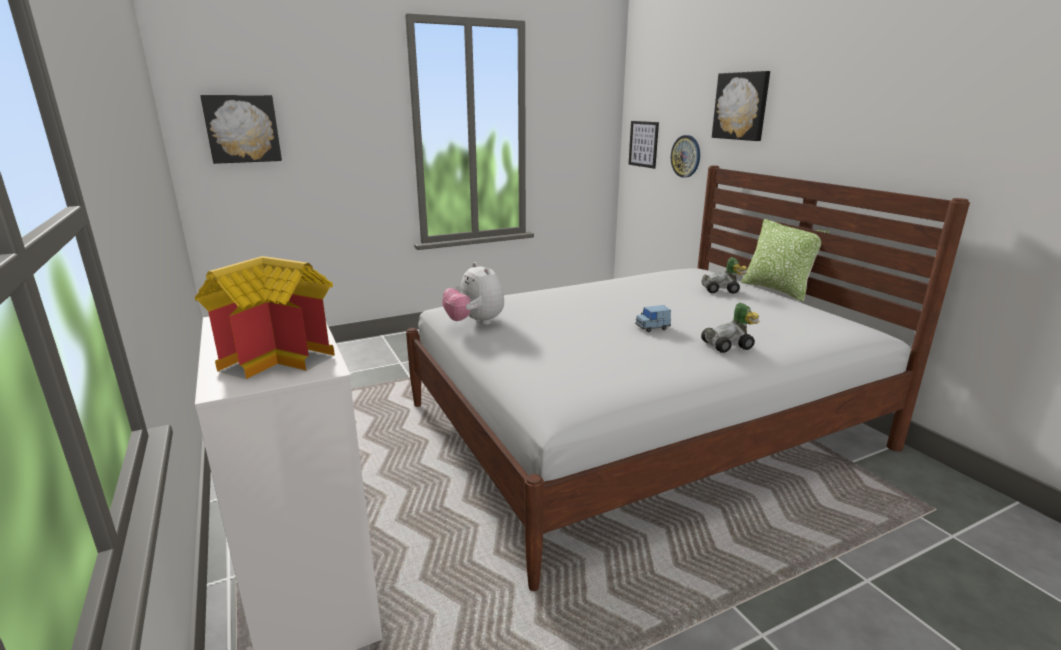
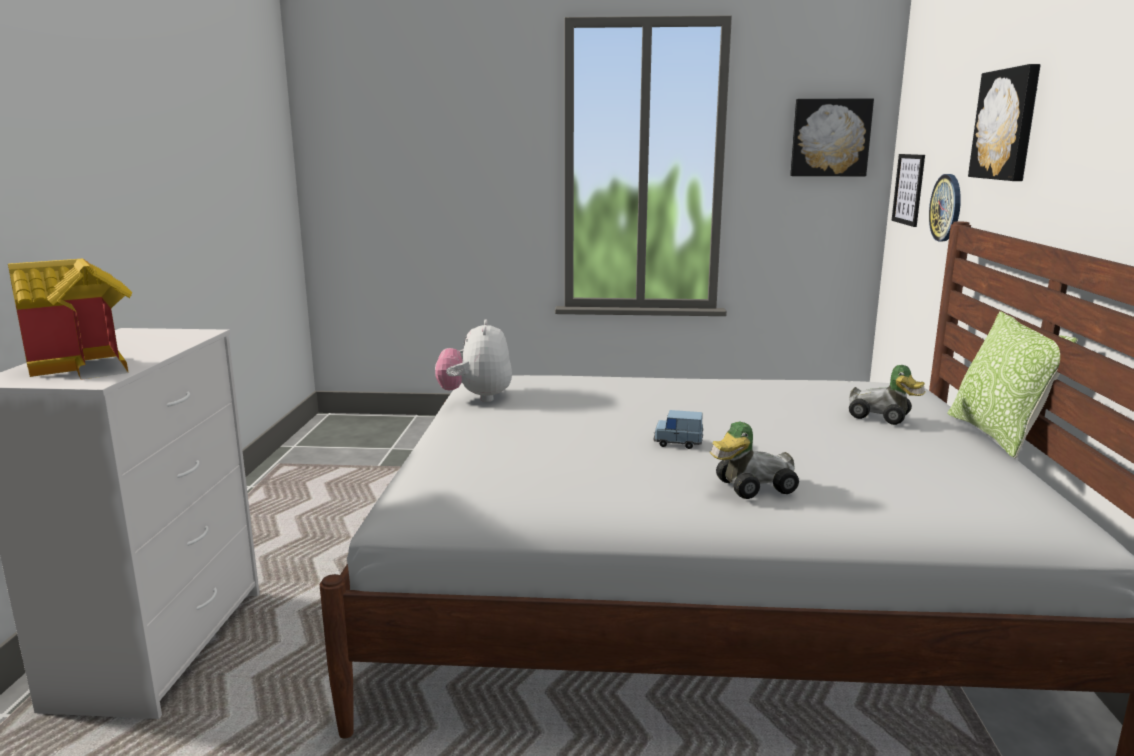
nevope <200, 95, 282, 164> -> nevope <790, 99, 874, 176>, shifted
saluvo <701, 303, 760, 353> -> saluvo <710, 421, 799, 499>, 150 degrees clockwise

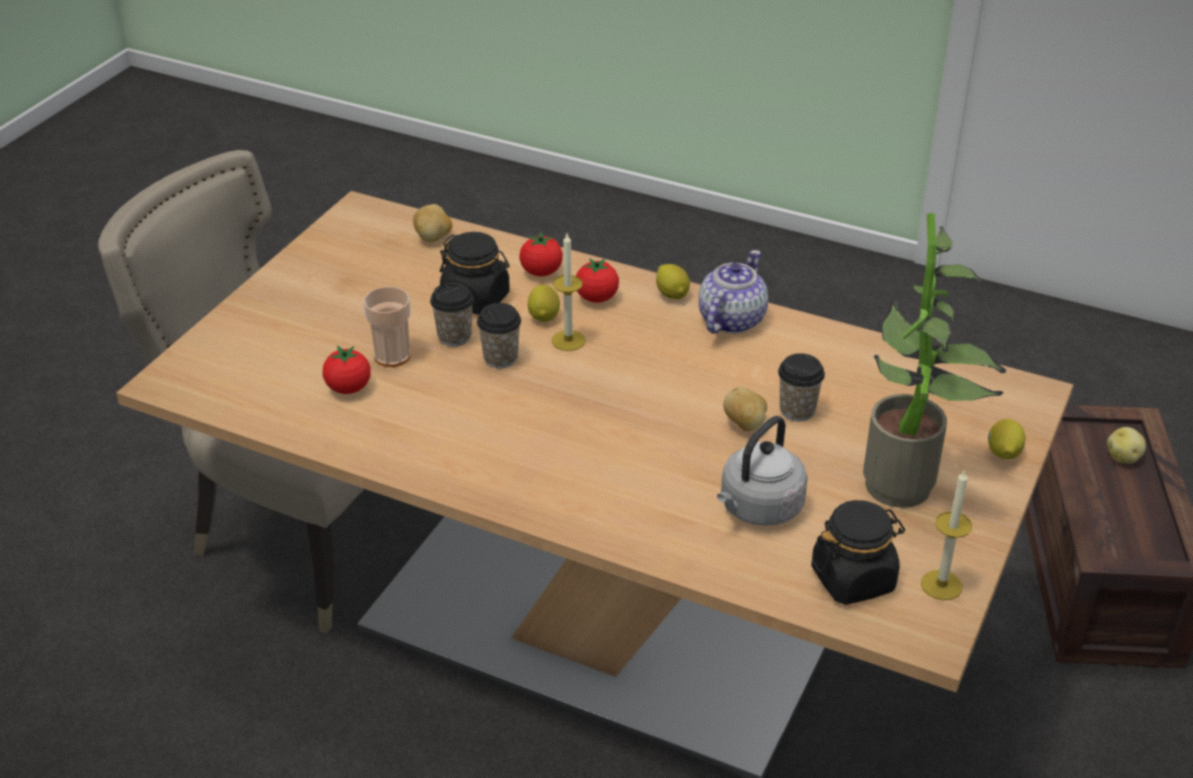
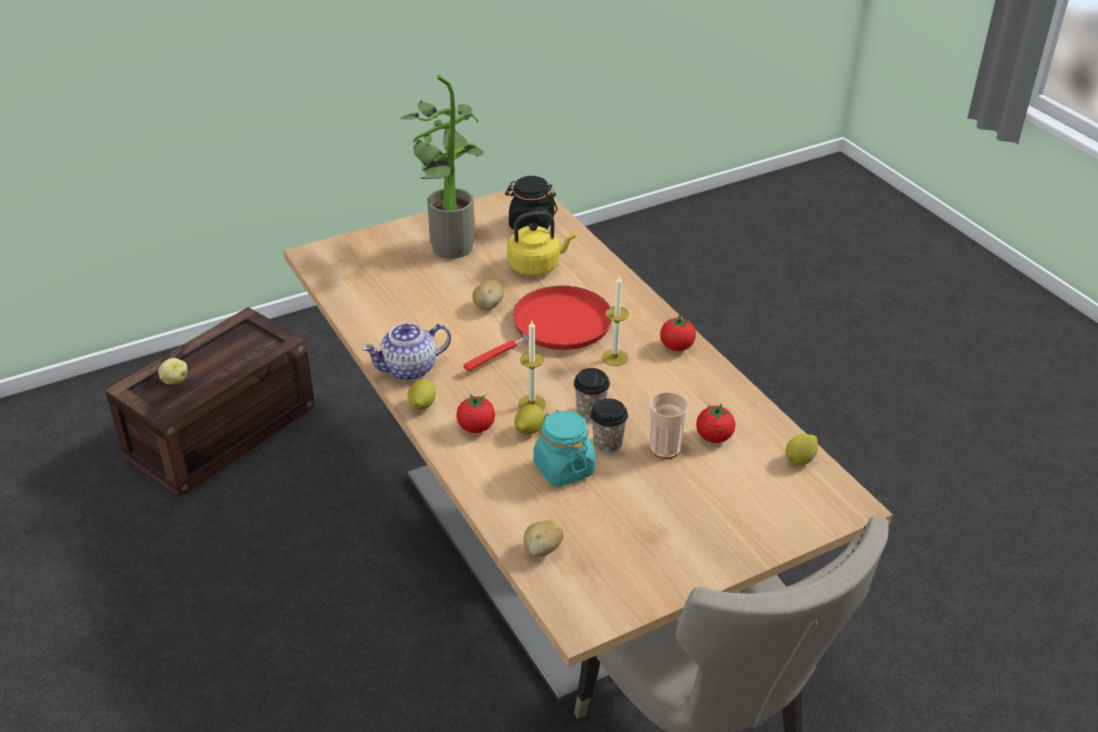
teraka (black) <440, 232, 510, 315> -> teraka (turquoise) <533, 410, 596, 487>
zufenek <519, 232, 563, 276> -> zufenek <660, 314, 696, 351>, shifted
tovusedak <778, 353, 825, 421> -> none
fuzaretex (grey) <717, 416, 808, 526> -> fuzaretex (yellow) <507, 211, 576, 276>
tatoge <988, 419, 1026, 459> -> tatoge <786, 434, 818, 465>, shifted
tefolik <921, 469, 972, 600> -> tefolik <602, 276, 629, 366>, shifted
none -> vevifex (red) <464, 286, 612, 371>

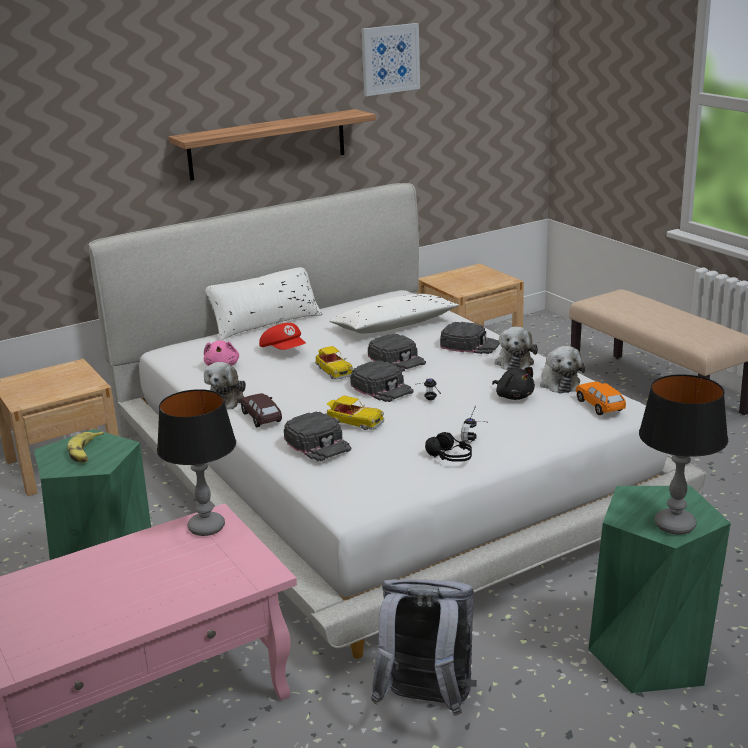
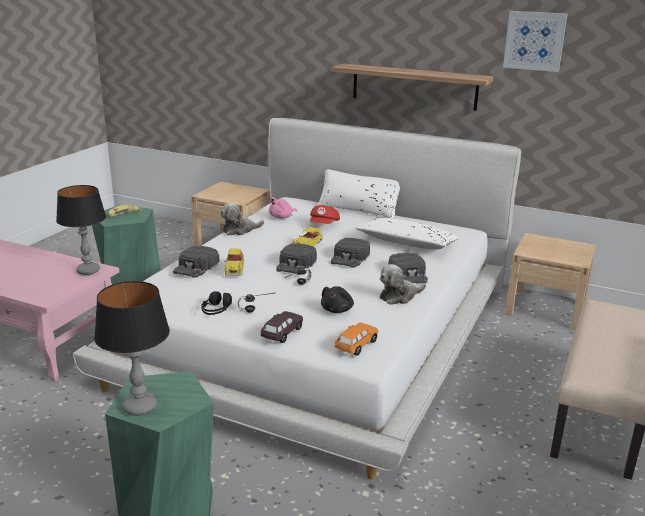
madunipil <540, 346, 585, 394> -> none
saluvo (brown) <240, 393, 282, 427> -> saluvo (brown) <261, 311, 303, 343>, shifted
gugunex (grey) <371, 579, 477, 716> -> none

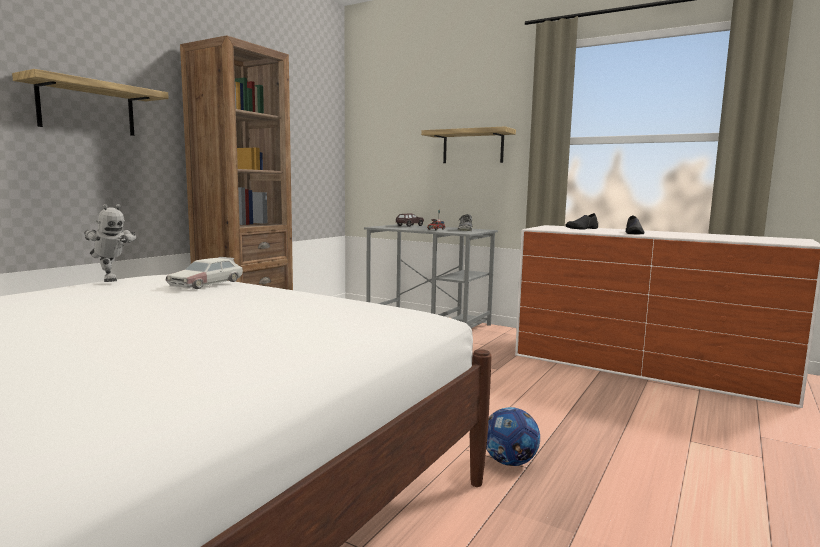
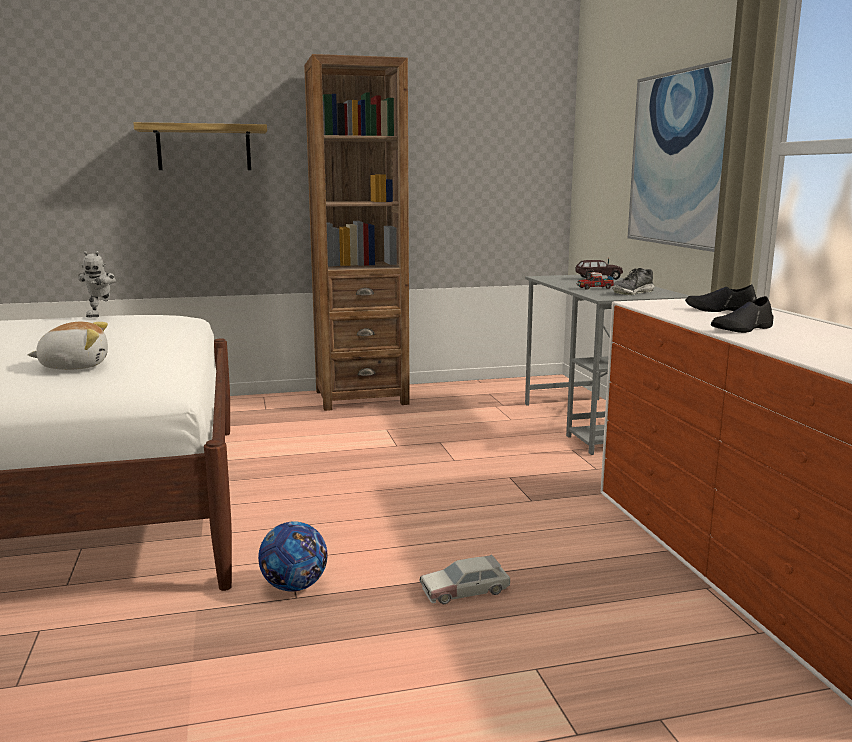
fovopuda <421, 127, 516, 163> -> nevope <628, 57, 732, 252>
saluvo <166, 257, 243, 289> -> saluvo <419, 555, 510, 604>, shifted
none -> madunipil <28, 322, 108, 370>

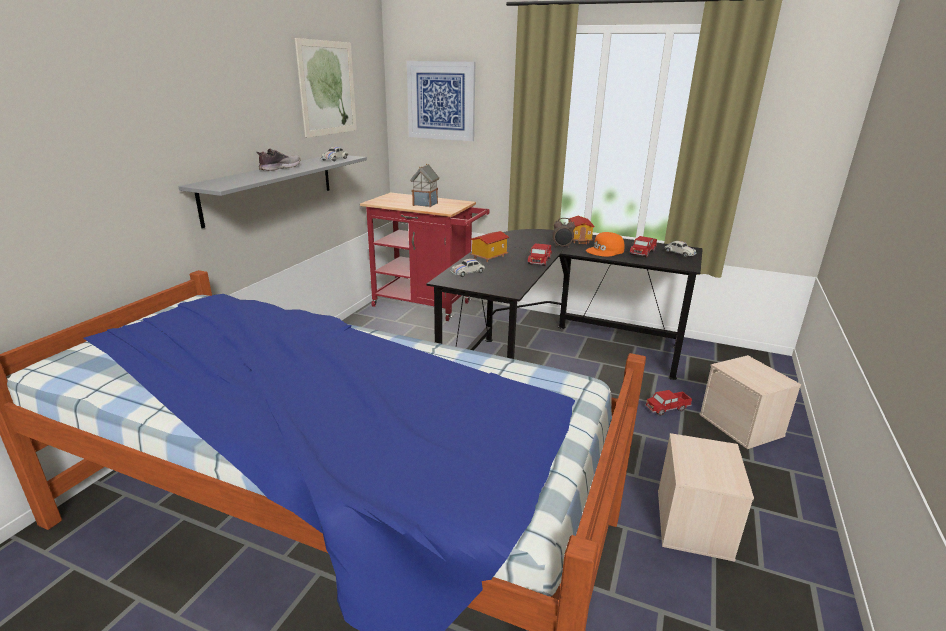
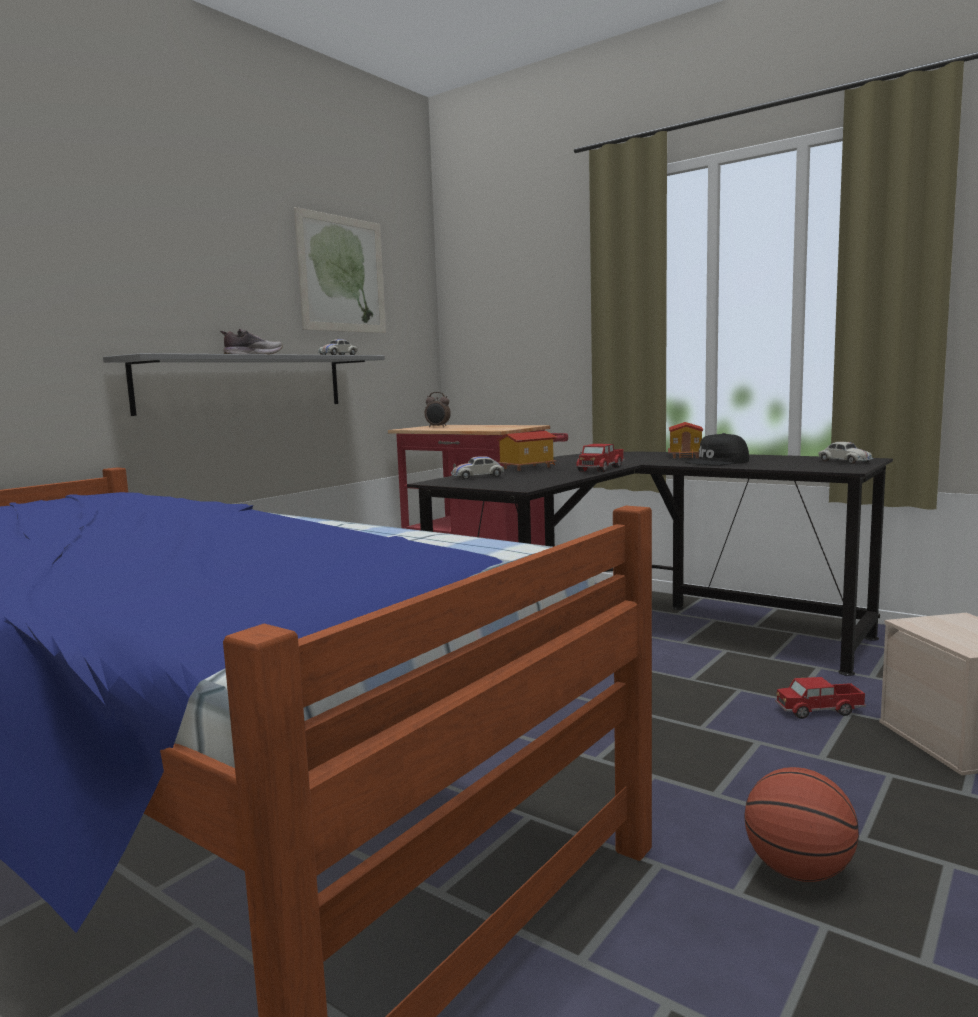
nevope <407, 61, 475, 141> -> none
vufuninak <410, 164, 439, 207> -> none
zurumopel <552, 218, 575, 248> -> zurumopel <425, 392, 451, 427>, shifted
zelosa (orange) <586, 232, 625, 257> -> zelosa (black) <685, 433, 749, 465>
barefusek <630, 236, 657, 258> -> none
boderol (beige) <658, 433, 754, 562> -> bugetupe <744, 767, 859, 882>

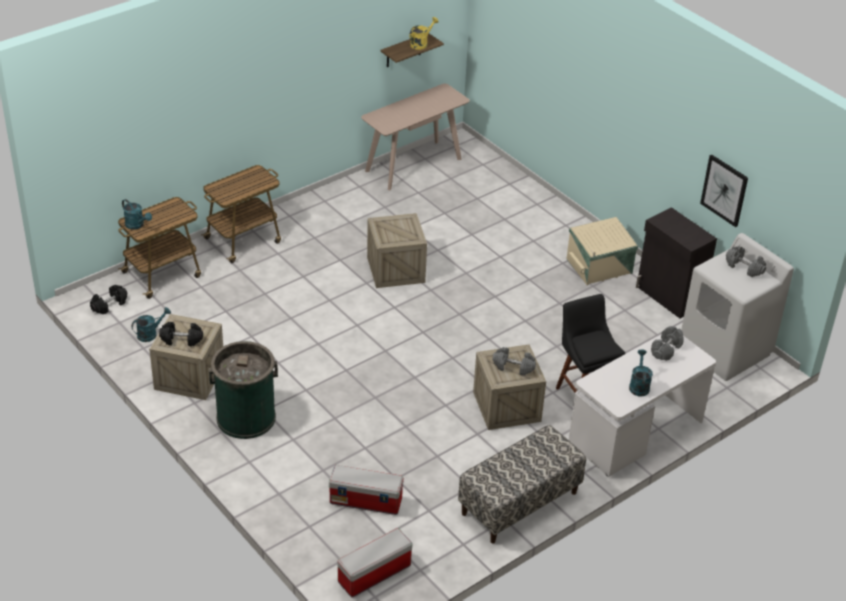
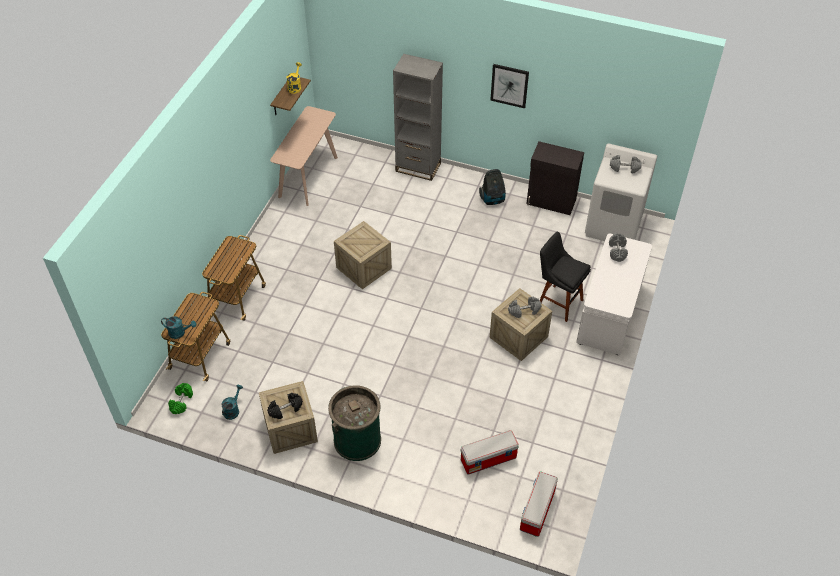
nevope <700, 155, 748, 227> -> nevope <490, 64, 529, 108>, shifted
boderol (beige) <567, 217, 638, 285> -> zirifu <479, 169, 506, 205>
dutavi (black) <90, 285, 127, 314> -> dutavi (green) <168, 383, 193, 414>
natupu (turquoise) <629, 349, 653, 397> -> none
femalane <458, 425, 586, 544> -> none
none -> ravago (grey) <393, 54, 443, 181>

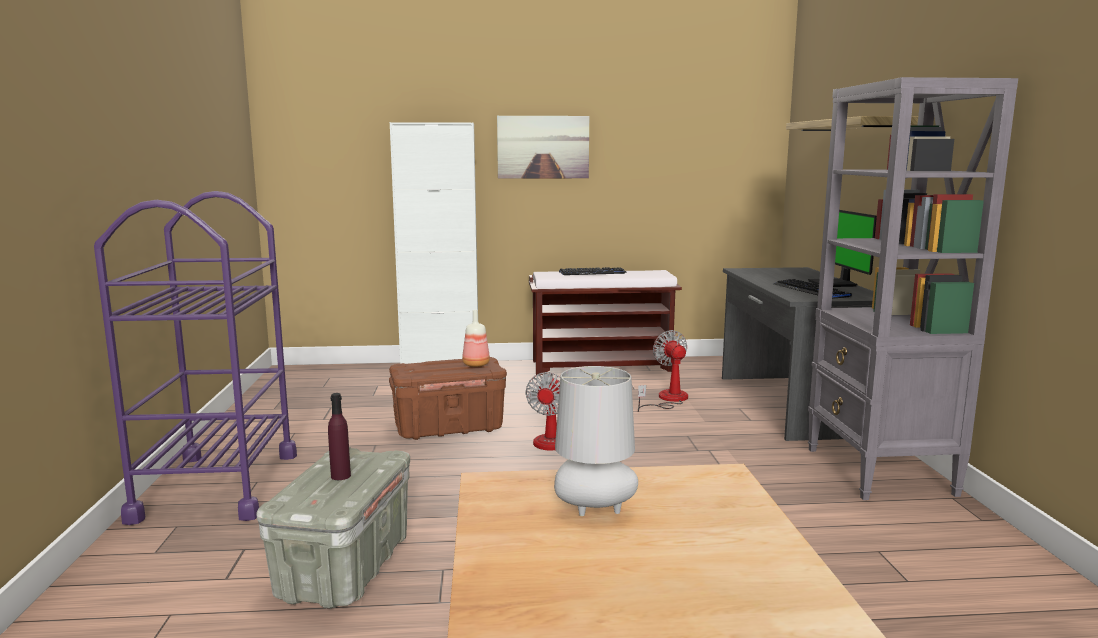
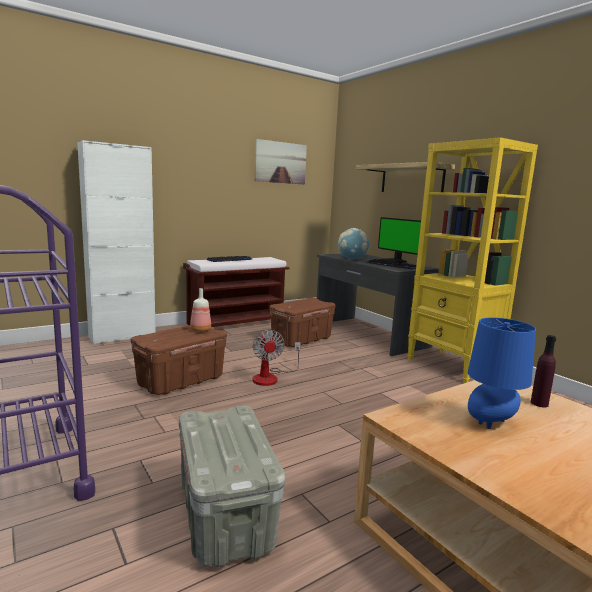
ravago (grey) <808, 77, 1018, 500> -> ravago (yellow) <407, 137, 538, 383>
nevope <497, 116, 589, 179> -> nevope <255, 139, 307, 185>, shifted
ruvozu <638, 330, 688, 412> -> boderol (brown) <270, 298, 336, 347>
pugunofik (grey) <554, 366, 638, 516> -> pugunofik (blue) <468, 318, 536, 429>
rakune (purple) <328, 393, 351, 480> -> rakune (purple) <531, 335, 556, 408>, shifted
none -> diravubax <338, 228, 369, 260>

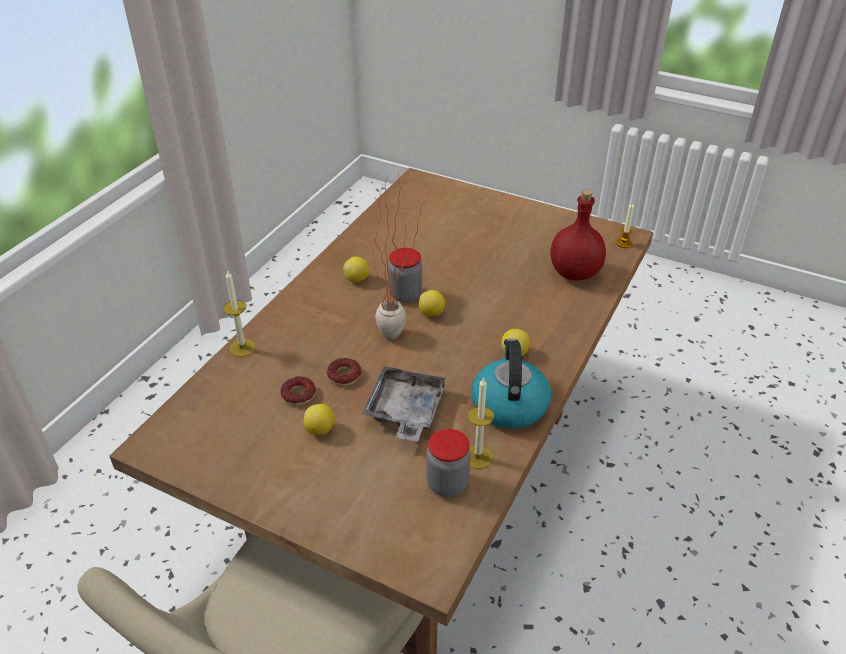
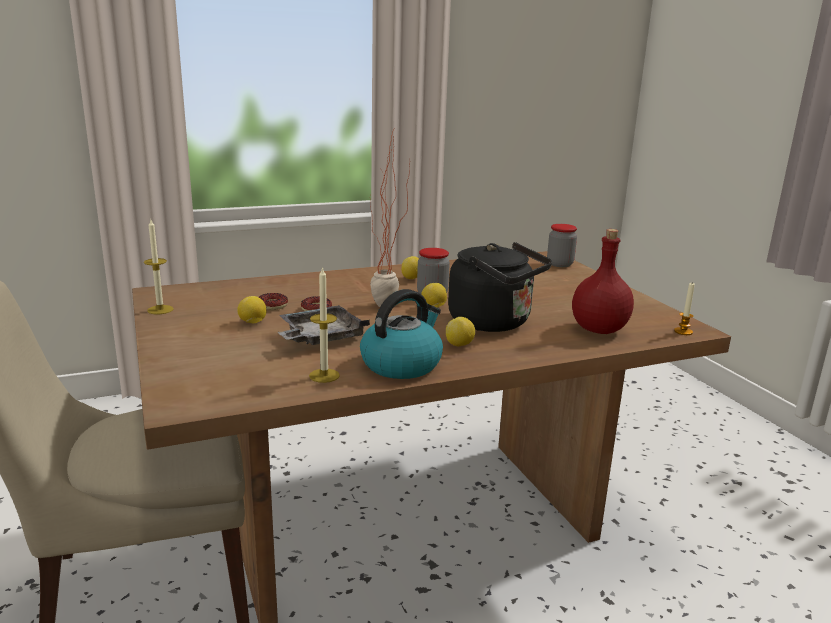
tefolik <223, 271, 256, 357> -> tefolik <144, 220, 174, 314>, shifted
teraka <426, 429, 471, 497> -> teraka <547, 224, 577, 267>, shifted
none -> fuzaretex (black) <448, 242, 552, 332>

